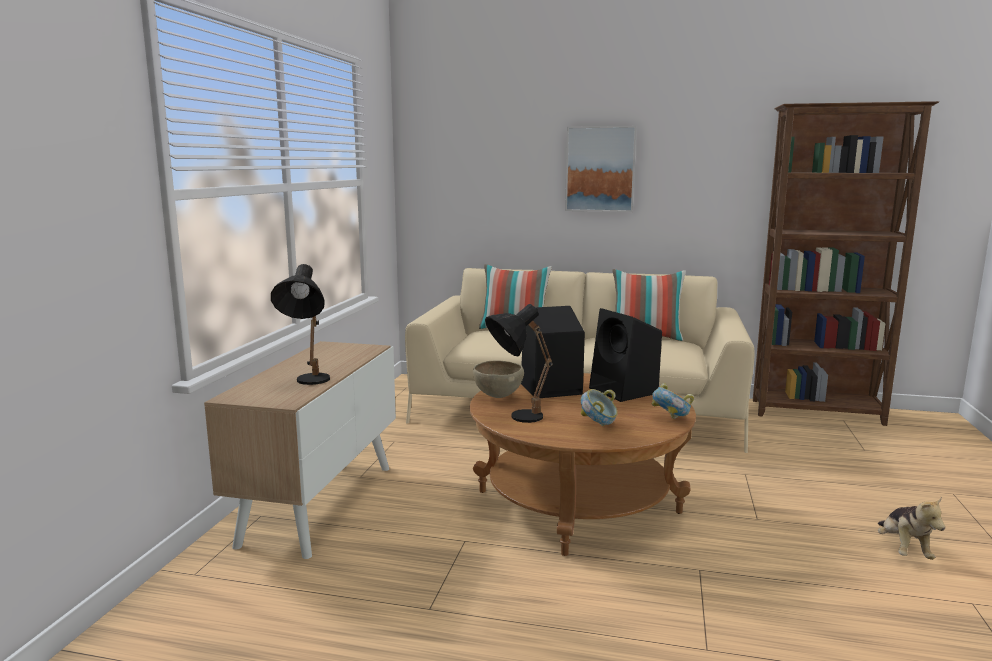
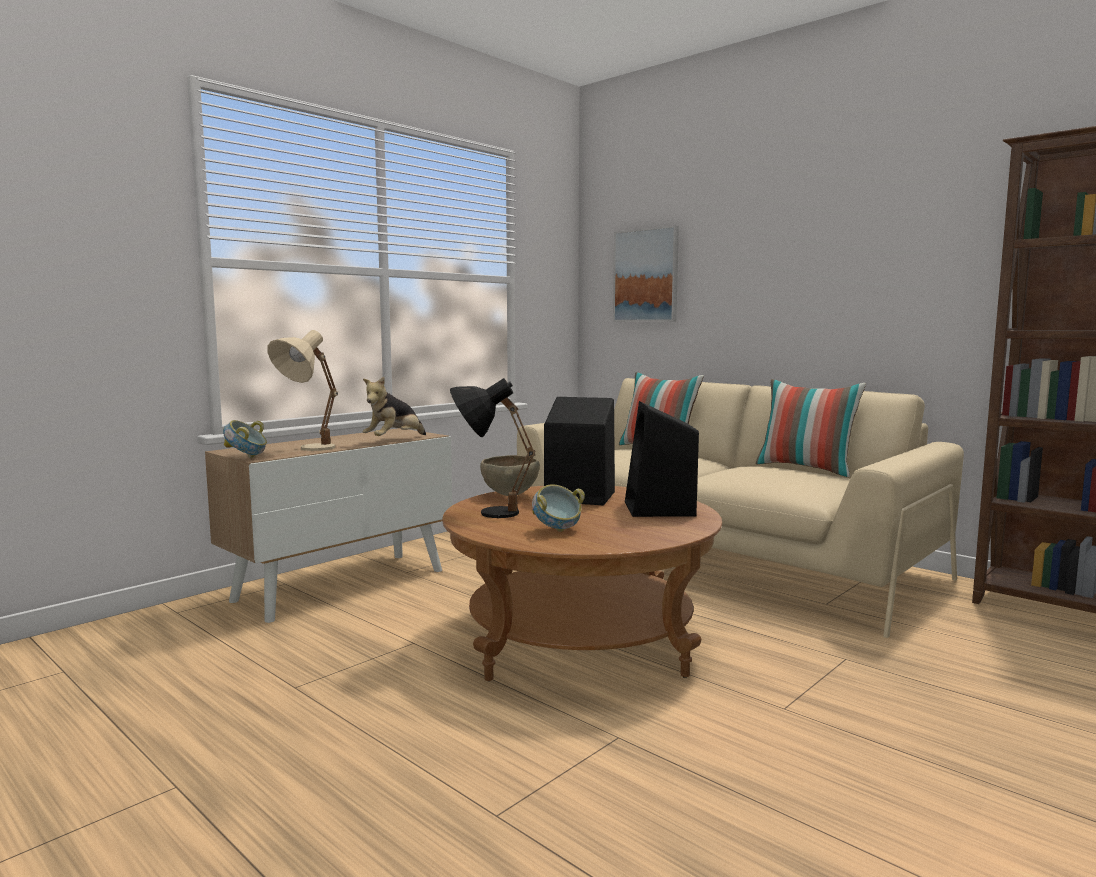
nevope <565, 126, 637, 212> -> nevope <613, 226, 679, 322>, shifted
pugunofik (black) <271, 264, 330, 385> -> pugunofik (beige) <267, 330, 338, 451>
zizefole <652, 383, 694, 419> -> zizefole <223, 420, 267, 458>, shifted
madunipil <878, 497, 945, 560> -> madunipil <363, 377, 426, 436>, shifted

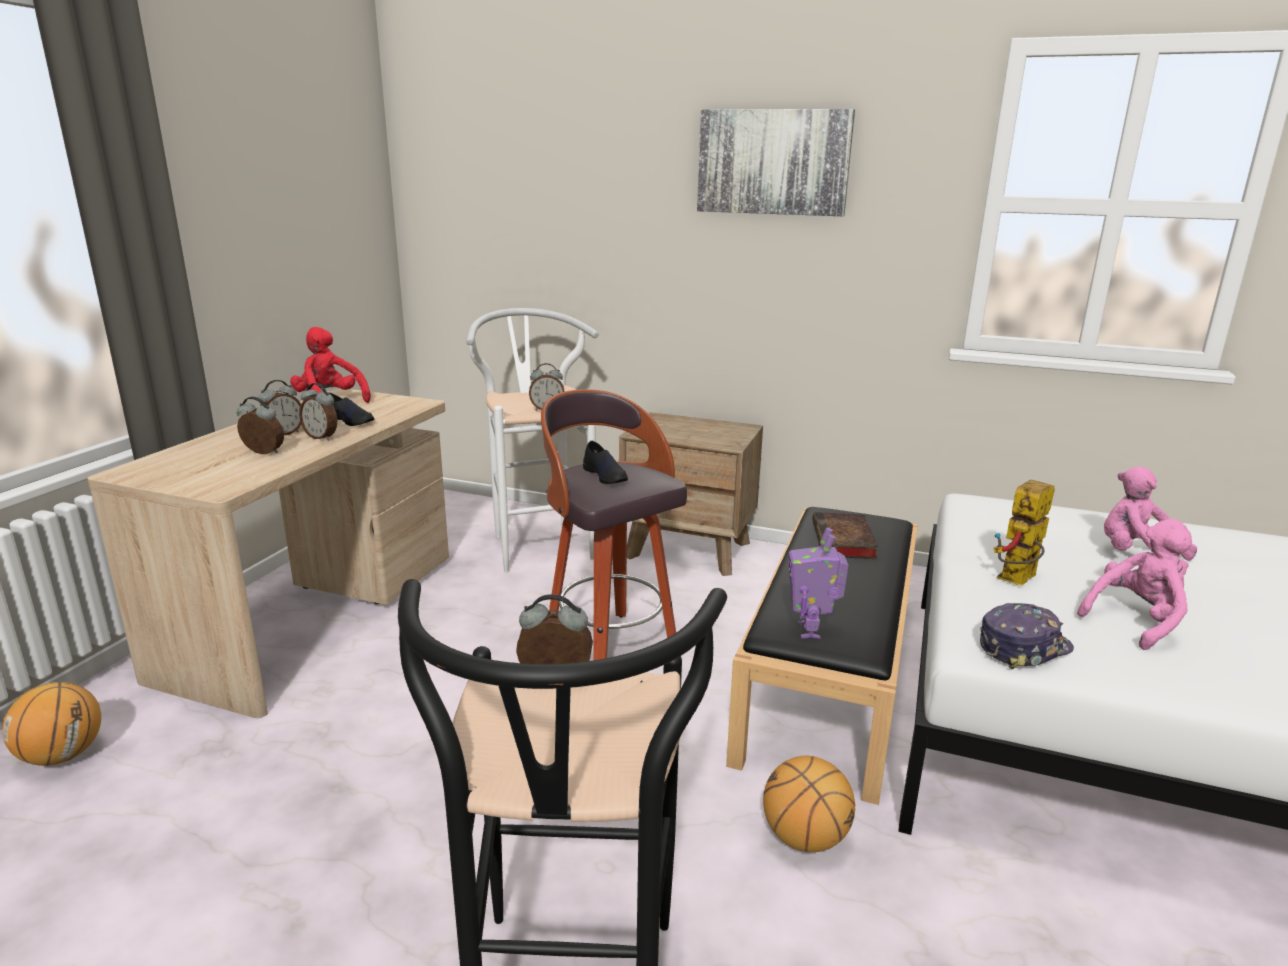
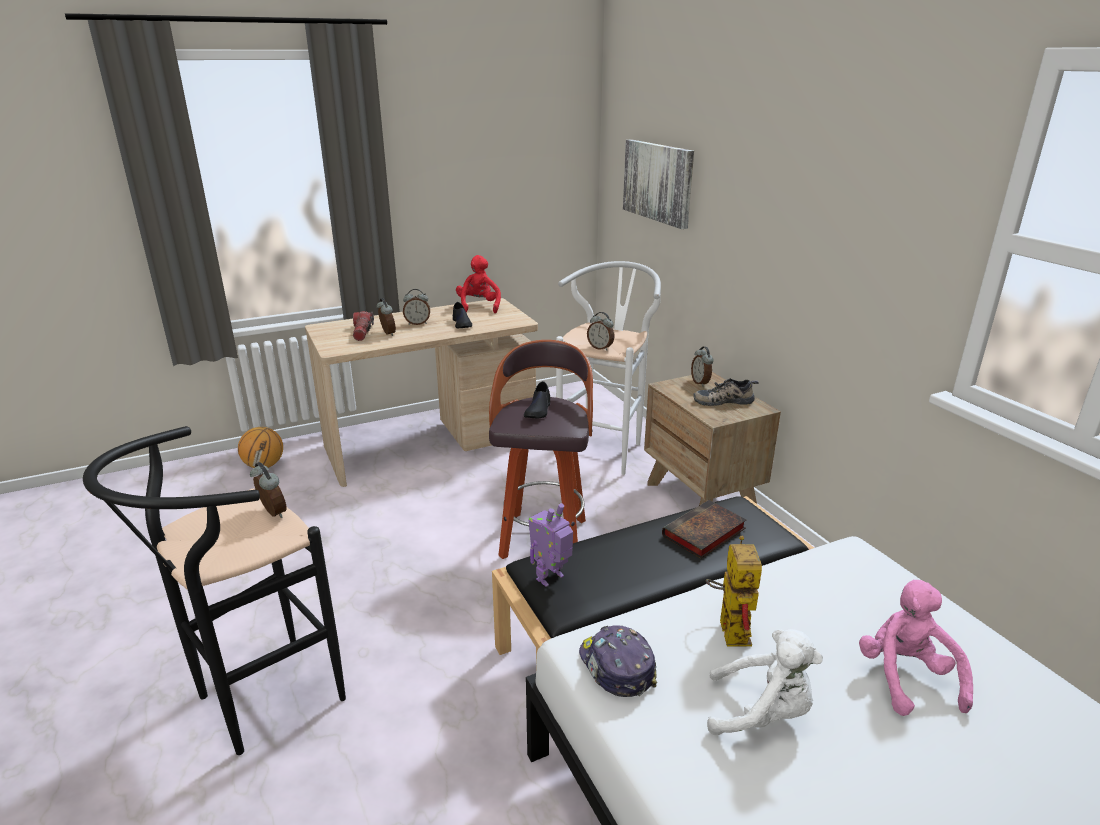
nevope <697, 109, 855, 216> -> nevope <623, 139, 694, 229>, shifted
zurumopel <299, 383, 337, 441> -> zurumopel <691, 347, 714, 387>, shifted
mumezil <994, 479, 1055, 586> -> mumezil <706, 536, 762, 647>, 90 degrees clockwise
madunipil (pink) <1077, 519, 1192, 650> -> madunipil (white) <707, 629, 823, 735>
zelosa <980, 603, 1074, 669> -> zelosa <579, 625, 657, 697>, 135 degrees counterclockwise
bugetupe <763, 756, 855, 852> -> none
none -> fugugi <353, 311, 374, 341>
none -> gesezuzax <693, 378, 759, 406>

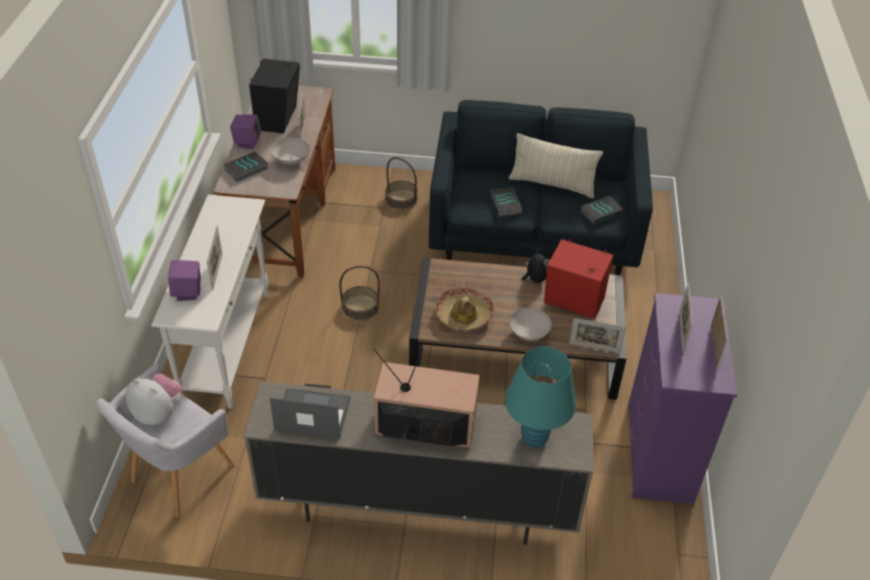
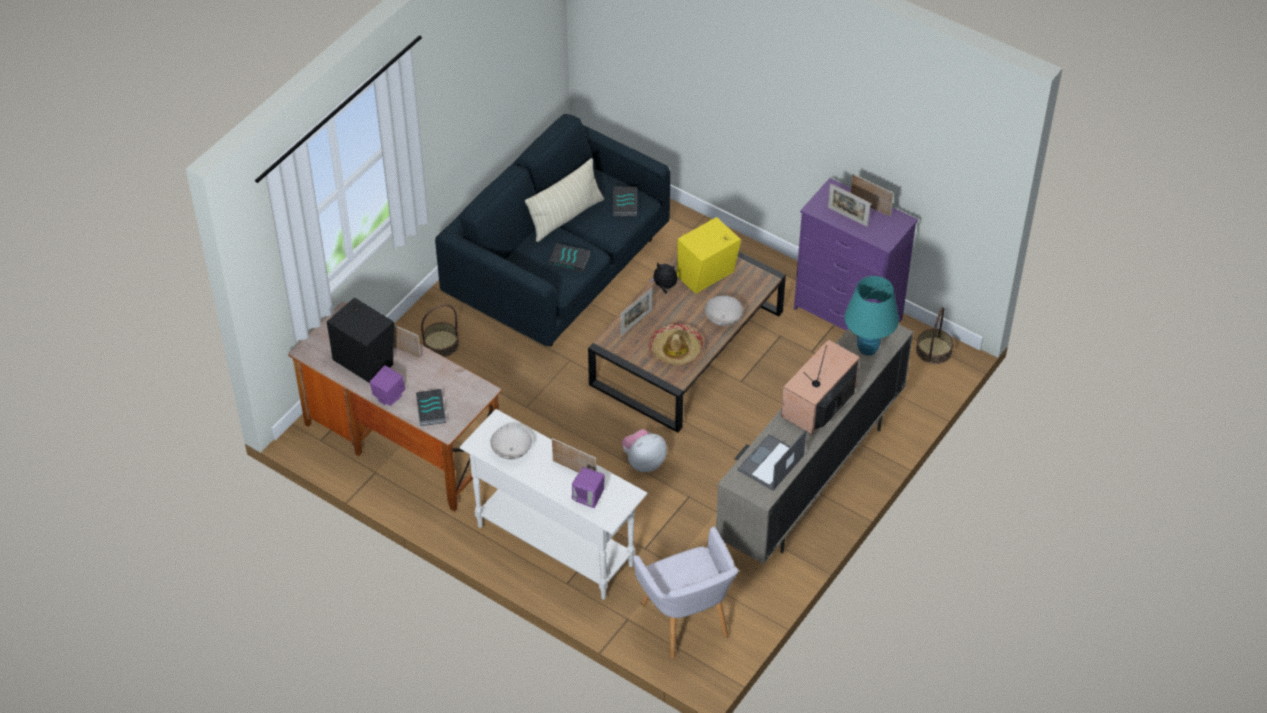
zizefole (white) <271, 138, 310, 165> -> zizefole (white) <490, 425, 532, 459>, shifted
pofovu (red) <544, 239, 613, 319> -> pofovu (yellow) <677, 217, 741, 294>
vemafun <339, 266, 380, 321> -> vemafun <916, 307, 954, 364>, shifted
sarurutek <569, 318, 626, 353> -> sarurutek <621, 288, 652, 336>, shifted
madunipil <125, 373, 183, 425> -> madunipil <622, 429, 667, 472>, shifted

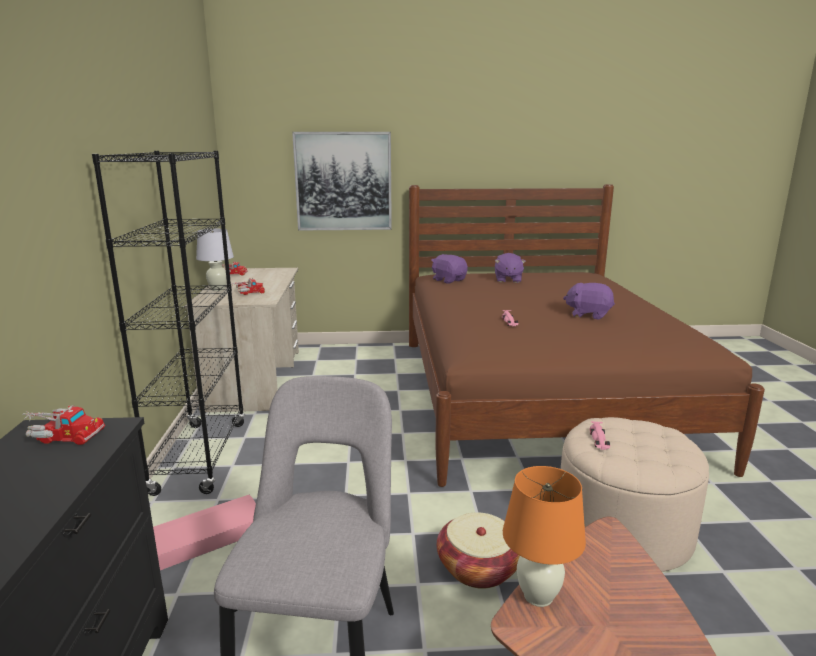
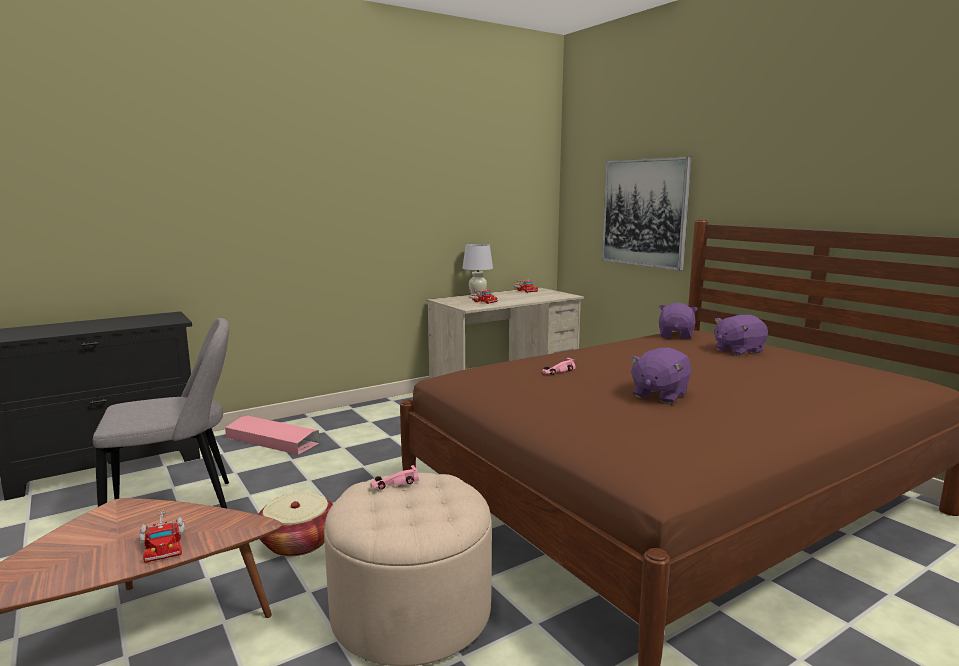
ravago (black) <92, 151, 245, 496> -> none
madunipil (purple) <563, 283, 615, 320> -> madunipil (purple) <629, 348, 691, 404>, 135 degrees counterclockwise
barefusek <22, 405, 105, 445> -> barefusek <139, 509, 185, 563>, shifted
pugunofik (orange) <503, 466, 586, 607> -> none

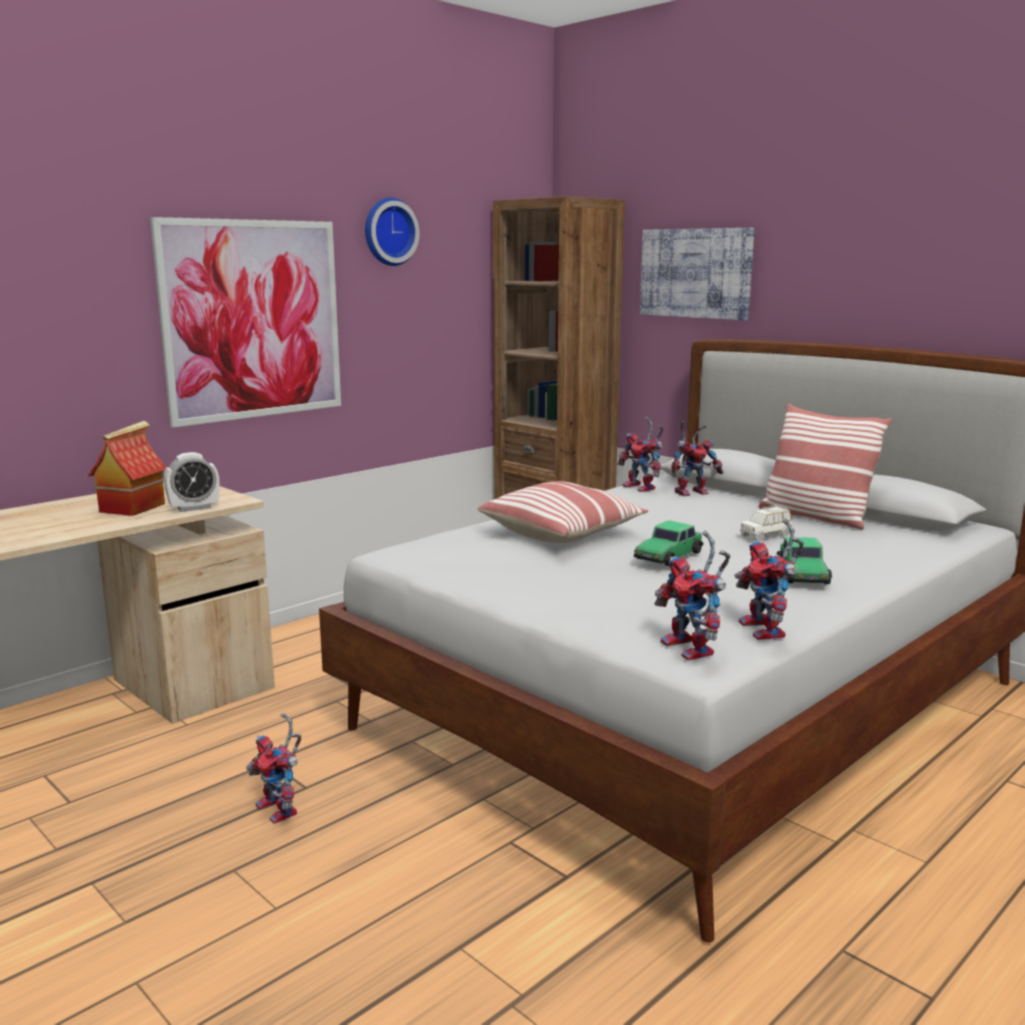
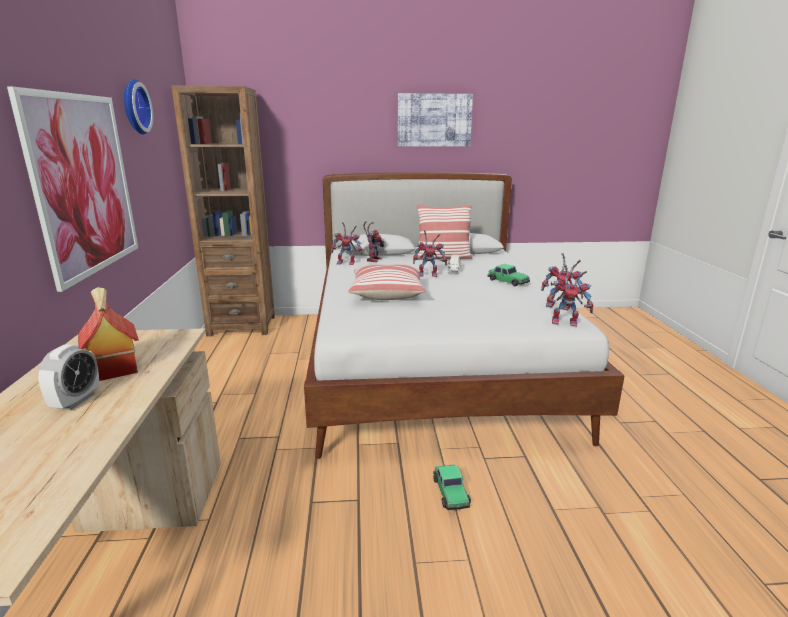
nevope <640, 228, 754, 320> -> nevope <398, 93, 473, 147>, shifted
zurumopel <164, 452, 220, 512> -> zurumopel <38, 344, 100, 410>, shifted
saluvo <634, 520, 703, 566> -> saluvo <433, 465, 471, 510>, shifted
mumezil <246, 713, 301, 824> -> mumezil <413, 230, 447, 277>, shifted

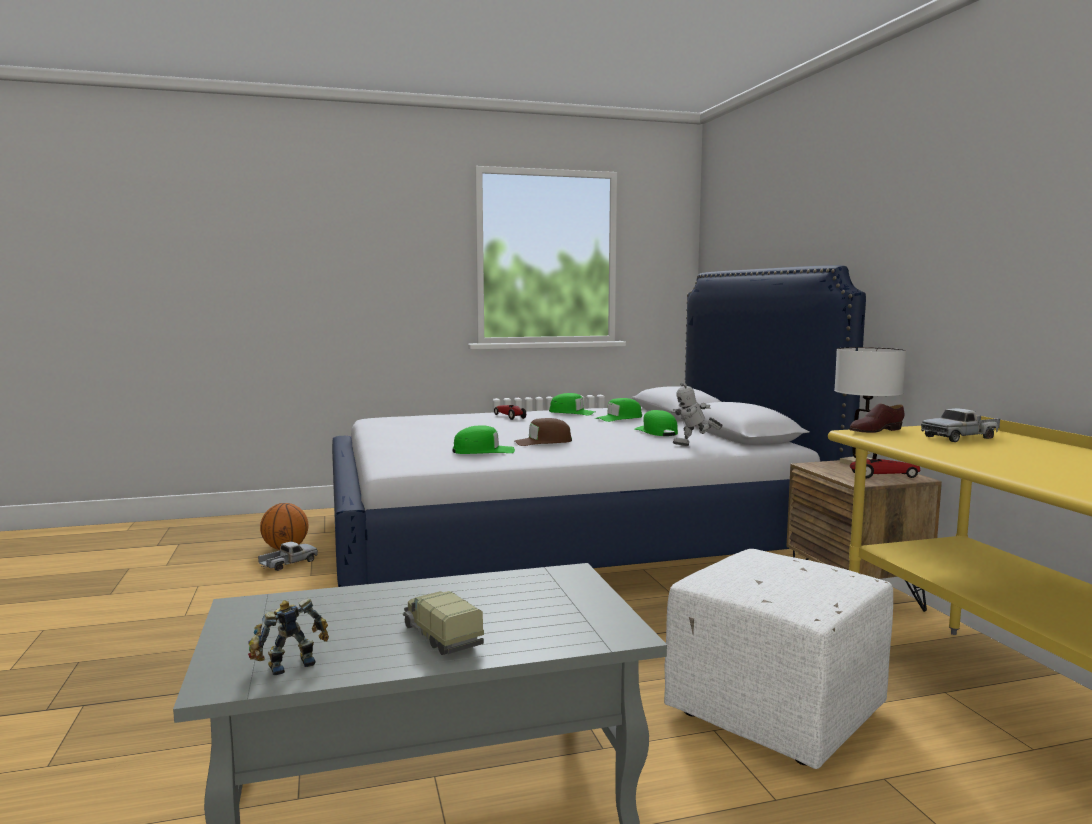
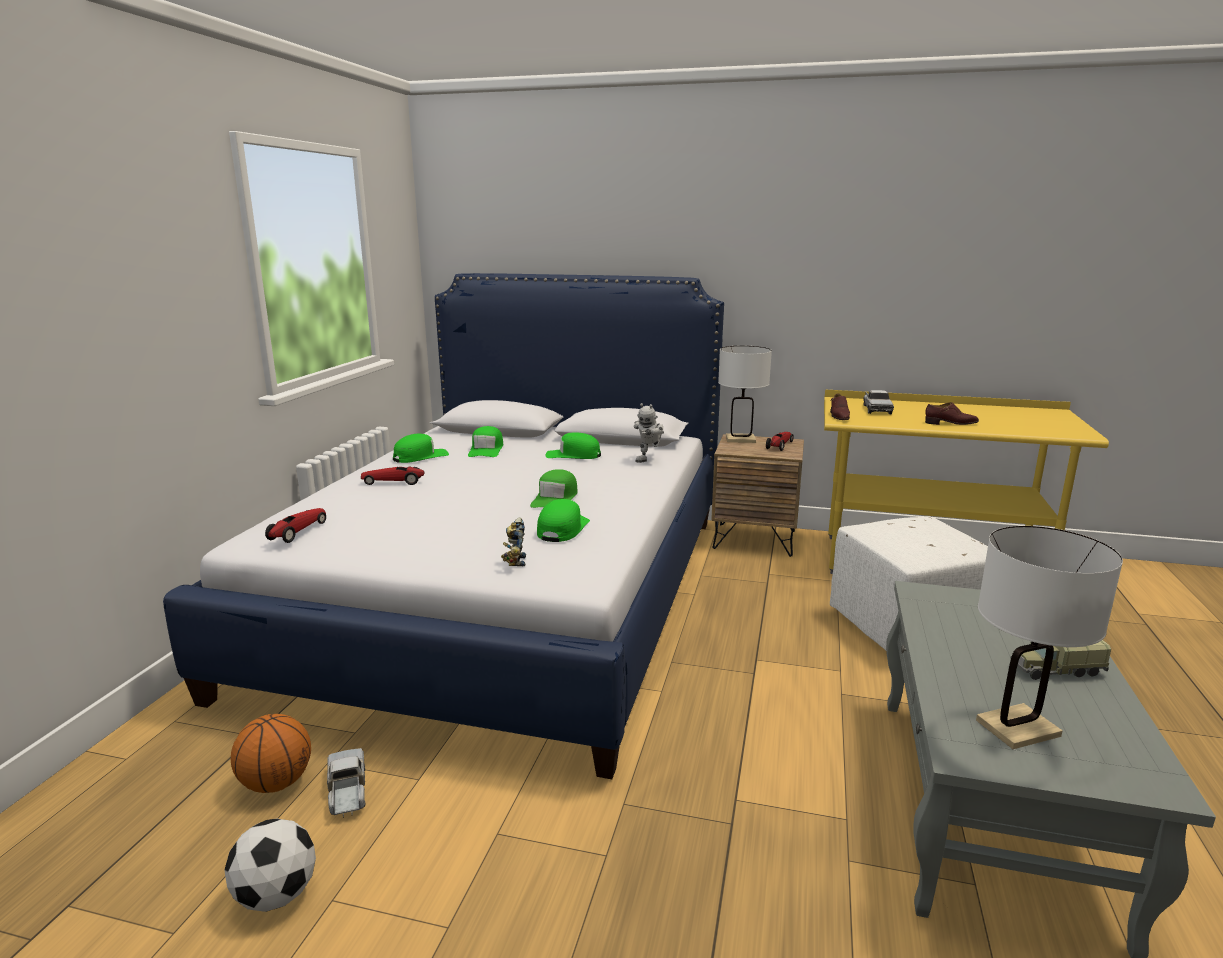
zelosa (brown) <515, 418, 572, 446> -> zelosa (green) <530, 469, 578, 508>
mumezil <248, 599, 329, 675> -> mumezil <501, 517, 526, 566>, shifted
none -> gesezuzax (brown) <925, 402, 979, 425>
none -> saluvo <265, 508, 326, 543>
none -> pugunofik (white) <976, 526, 1123, 749>
none -> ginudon <224, 818, 316, 912>

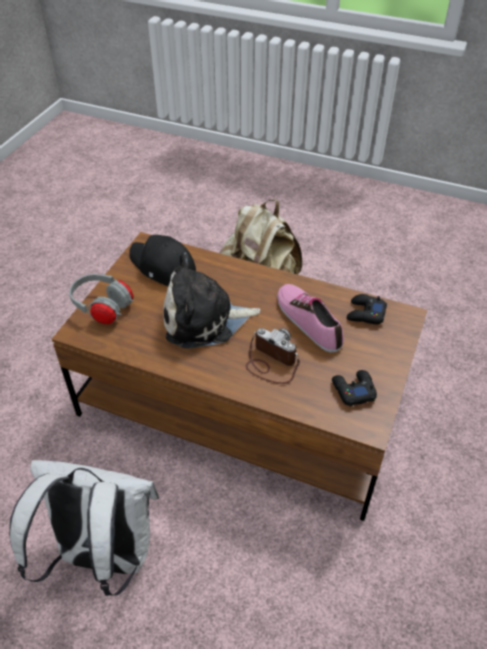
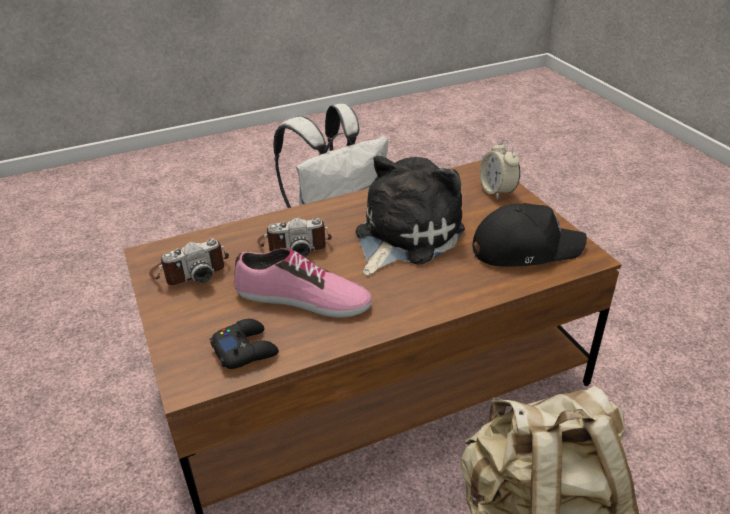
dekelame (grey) <69, 274, 134, 324> -> zurumopel <480, 139, 520, 200>
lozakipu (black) <332, 370, 377, 406> -> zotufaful <149, 239, 229, 285>

